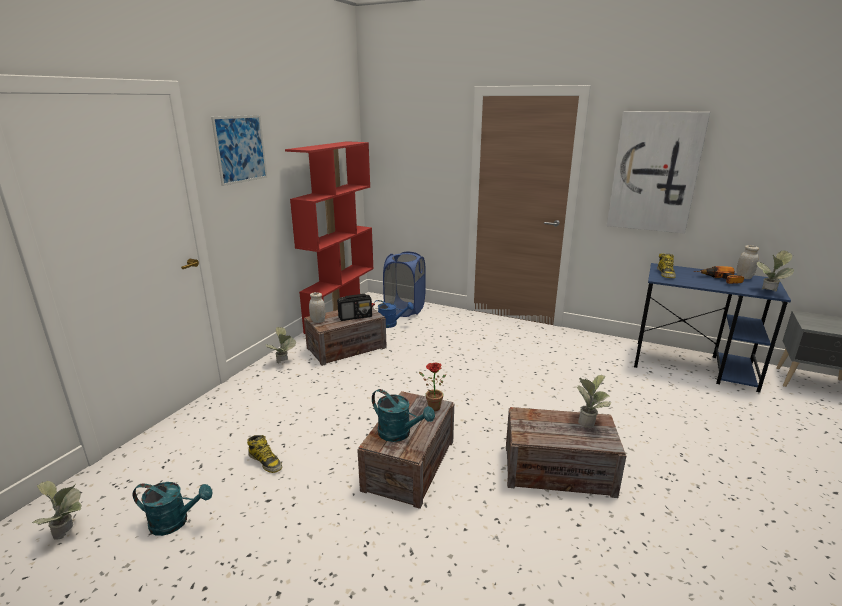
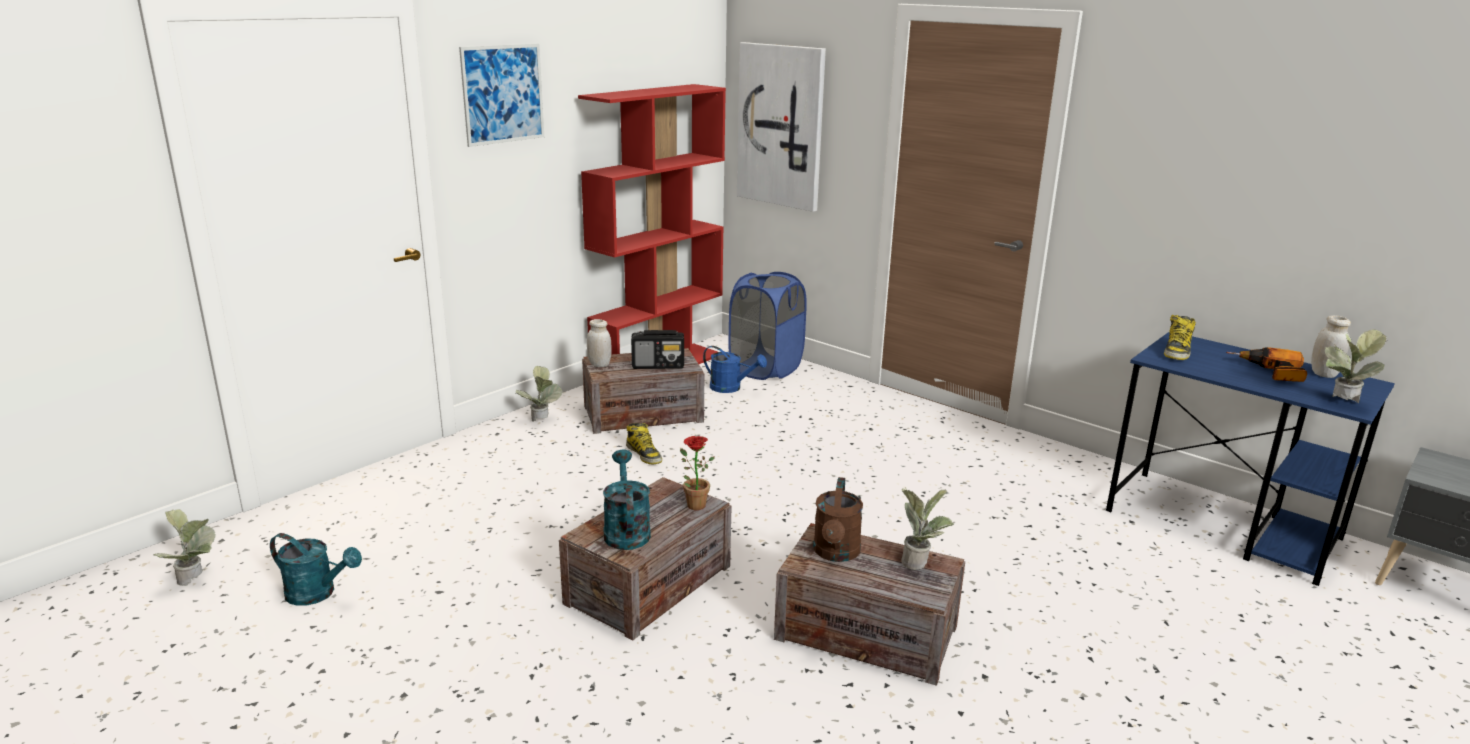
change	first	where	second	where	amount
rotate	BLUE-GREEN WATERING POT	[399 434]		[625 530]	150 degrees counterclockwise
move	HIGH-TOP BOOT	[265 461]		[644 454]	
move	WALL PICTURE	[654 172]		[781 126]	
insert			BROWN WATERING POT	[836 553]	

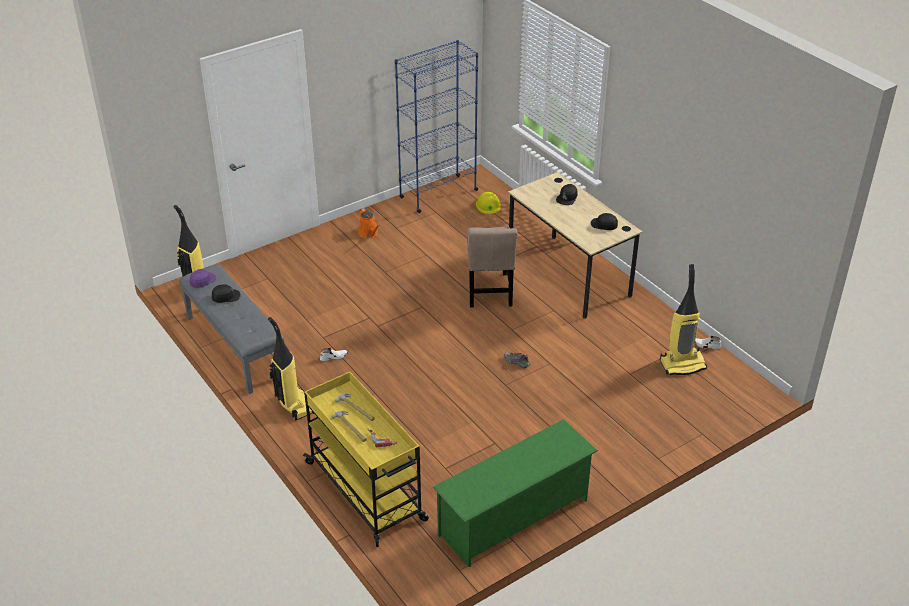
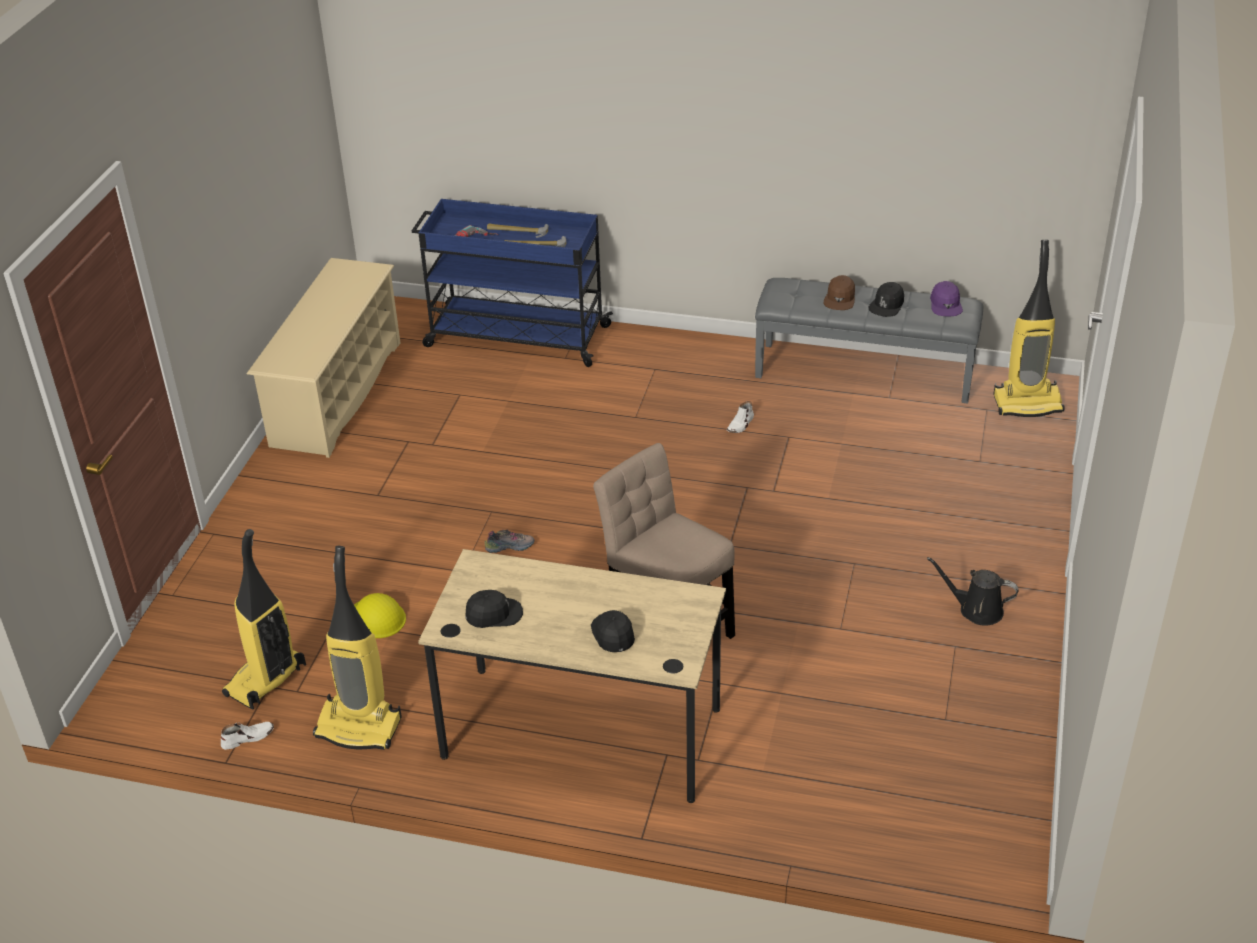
change	first	where	second	where	amount
recolor	GREEN-COLOURED SHOE RACK	[514 517]	SAND-COLOURED SHOE RACK	[336 393]	
move	VACUUM	[294 405]		[360 727]	
move	YELLOW WORK HELMET	[488 205]		[377 618]	
recolor	YELLOW WHEELED CART	[366 492]	BLUE WHEELED CART	[515 336]	
insert			BROWN PEAKED CAP	[840 298]	
recolor	ORANGE WATERING POT	[369 233]	BLACK-COLOURED WATERING POT	[976 610]	
delete	BLUE SHELVING UNIT	[438 194]			

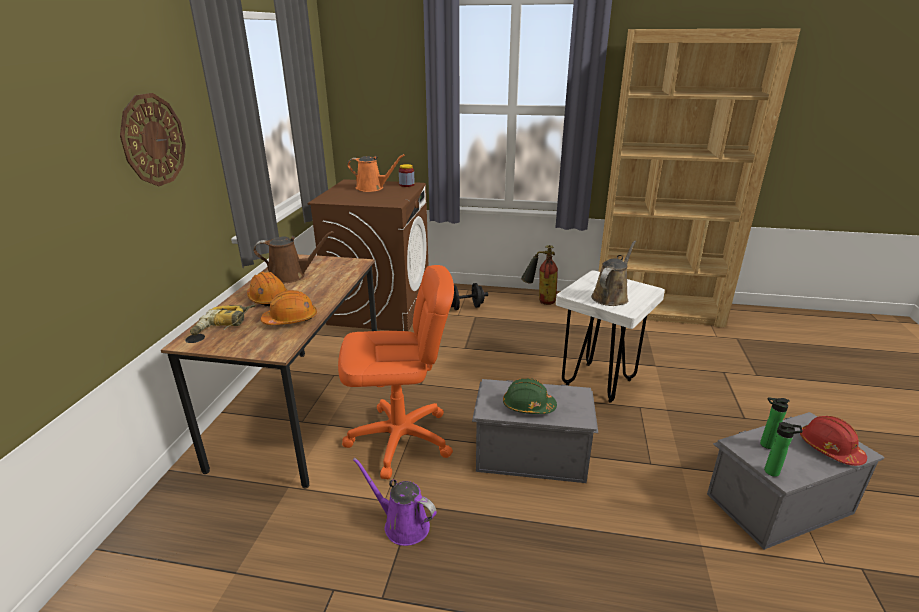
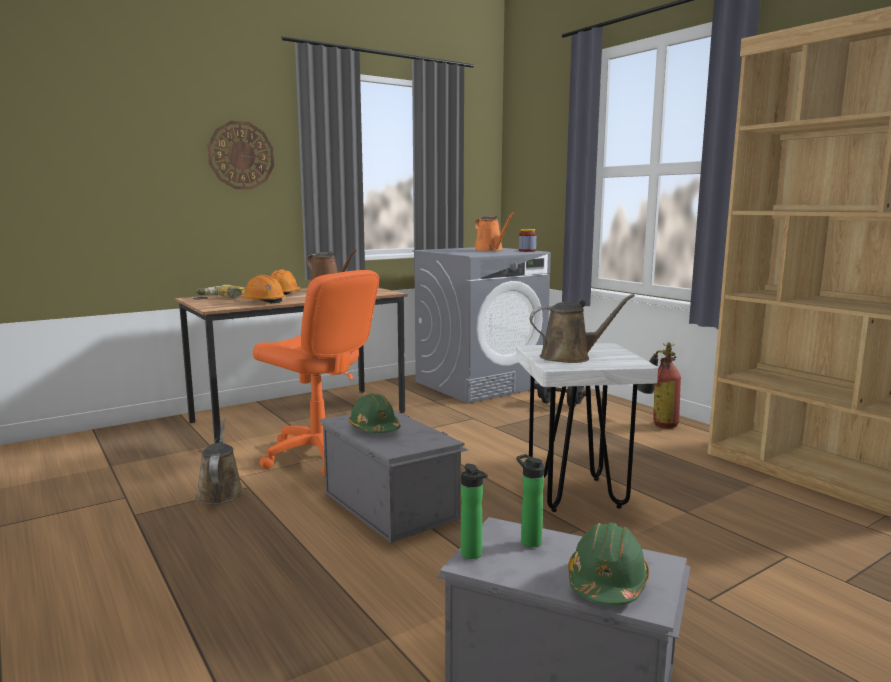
change	first	where	second	where	amount
recolor	PURPLE WATERING POT	[402 524]	BROWN WATERING POT	[220 492]	
recolor	BROWN LAUNDRY MACHINE	[380 307]	GREY LAUNDRY MACHINE	[480 384]	
recolor	REDDISH WORK HELMET	[829 449]	GREEN-COLOURED WORK HELMET	[607 583]	

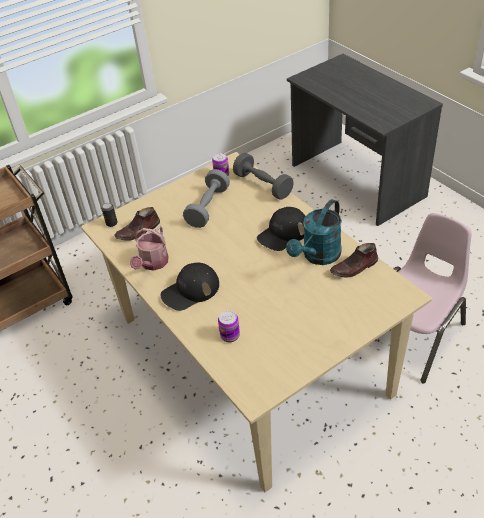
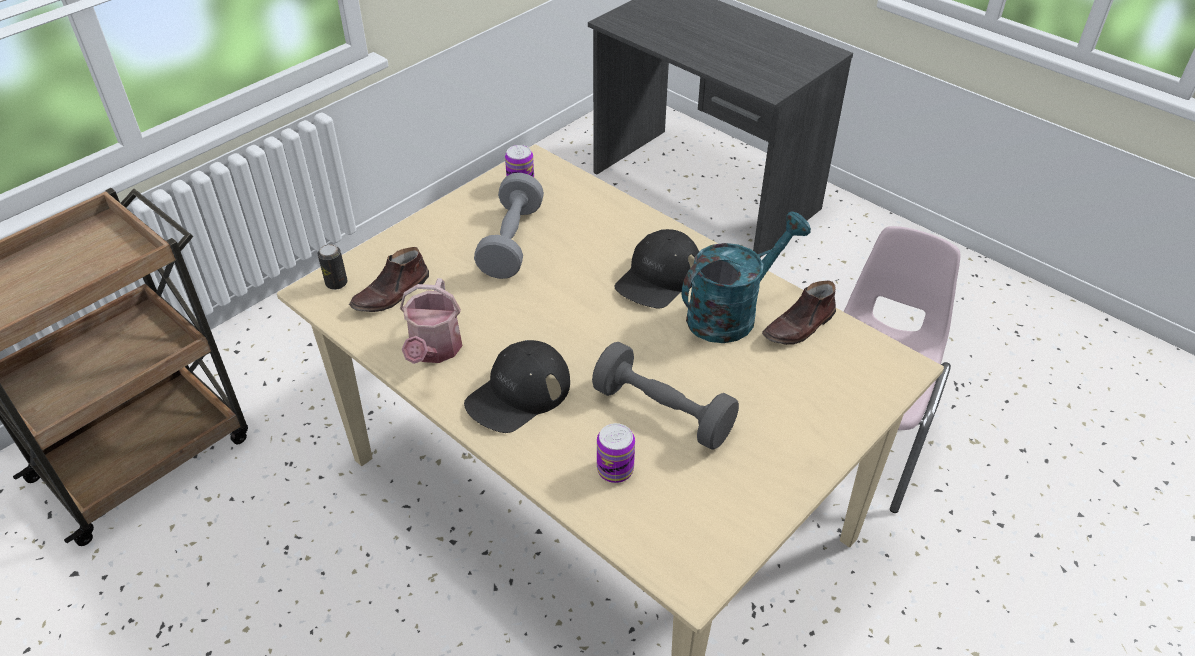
change	first	where	second	where	amount
move	GREY FREE WEIGHT	[263 185]		[663 412]	
rotate	BLUE-GREEN WATERING POT	[318 256]		[731 313]	150 degrees counterclockwise

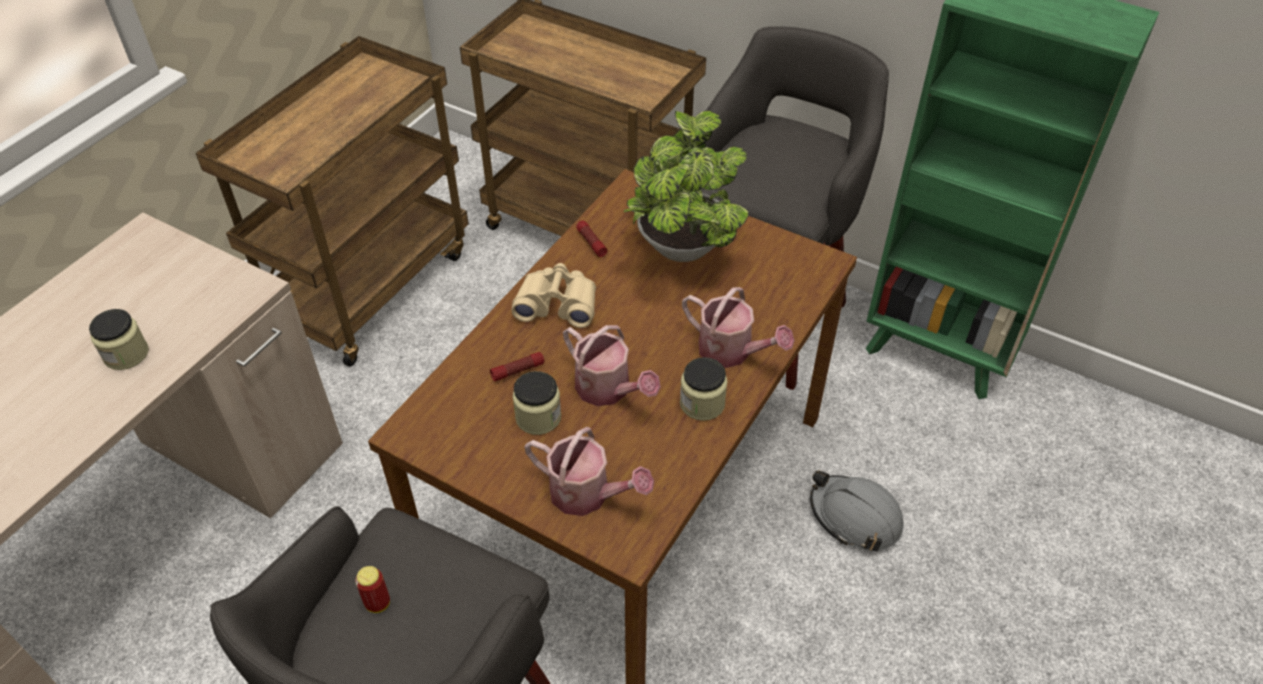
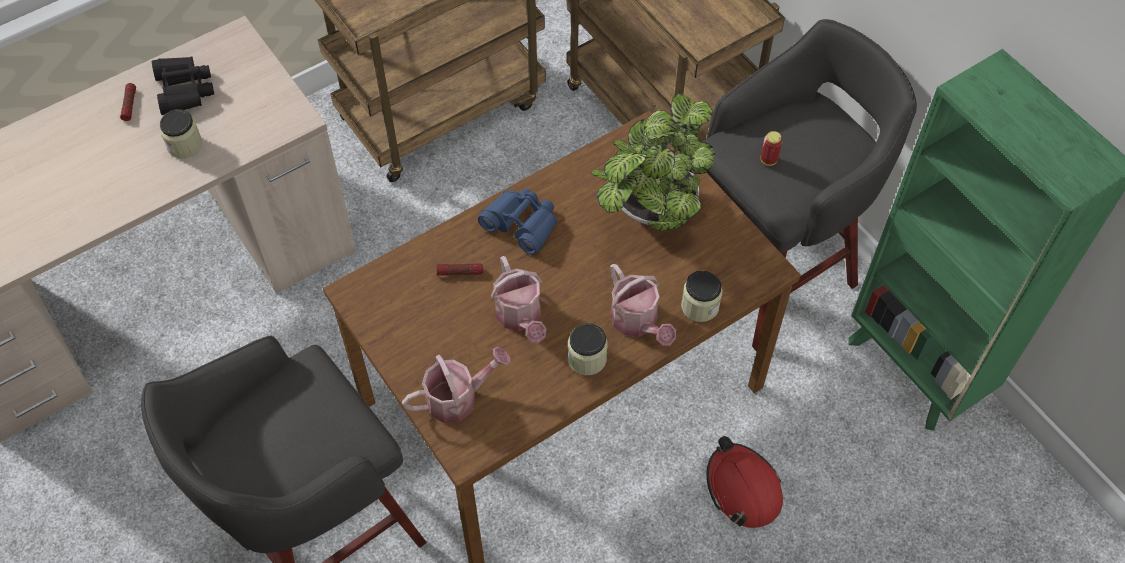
change	first	where	second	where	amount
move	HAND TORCH	[591 243]		[129 105]	
insert			BLACK-COLOURED BINOCULARS	[184 90]	
rotate	WATERING POT	[587 494]		[458 398]	75 degrees counterclockwise
recolor	SAND-COLOURED BINOCULARS	[557 304]	BLUE BINOCULARS	[521 224]	
move	STORAGE JAR	[538 417]		[700 306]	
recolor	GREY WORK HELMET	[855 517]	REDDISH WORK HELMET	[743 489]	
move	CAN	[377 603]		[768 160]	

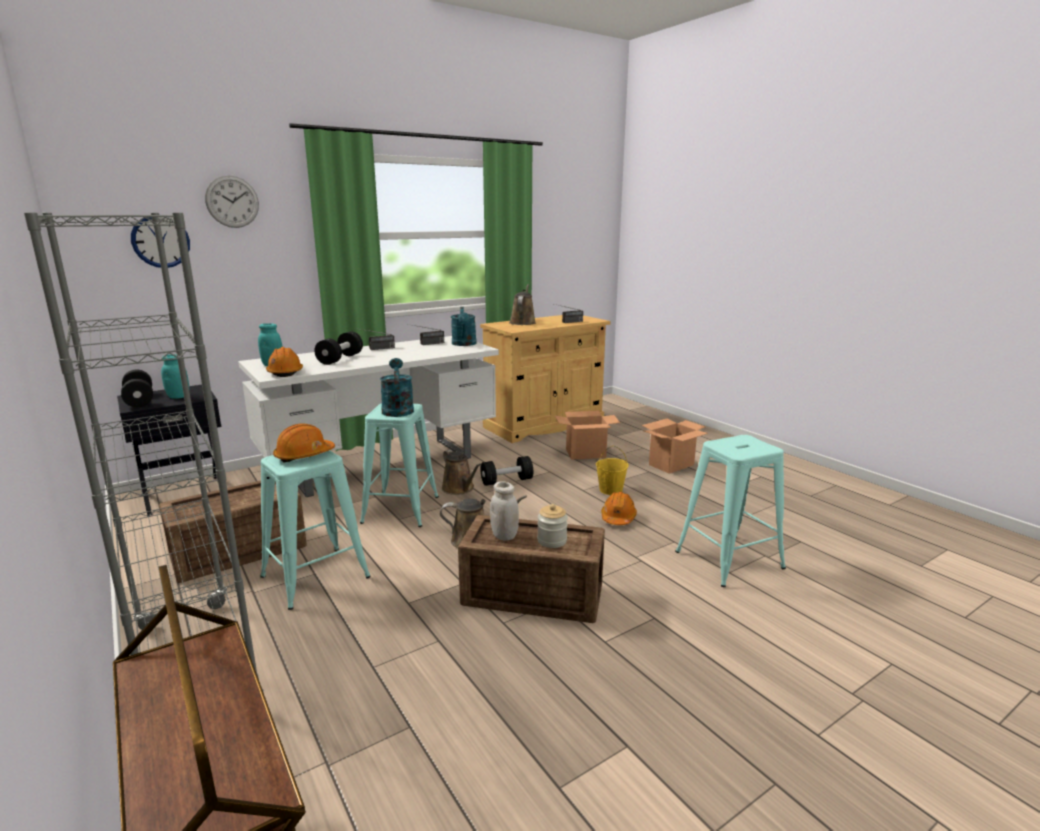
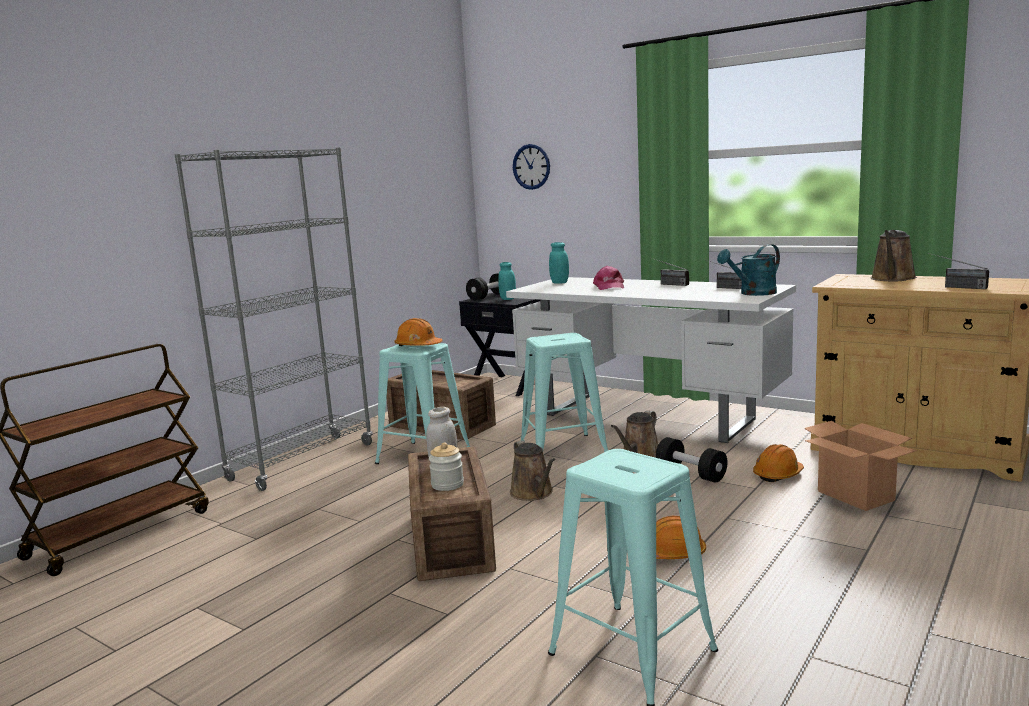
change	first	where	second	where	amount
replace	BLACK-COLOURED FREE WEIGHT	[340 359]	PINKISH PEAKED CAP	[608 286]	
move	ORANGE WORK HELMET	[285 372]		[778 475]	
rotate	BROWN WATERING POT	[523 322]		[892 279]	135 degrees clockwise
delete	CLOCK ON THE WALL	[232 201]			
delete	BLUE-GREEN WATERING POT	[397 409]			
delete	YELLOW PAIL	[610 490]			
delete	PACKING BOX	[671 464]			

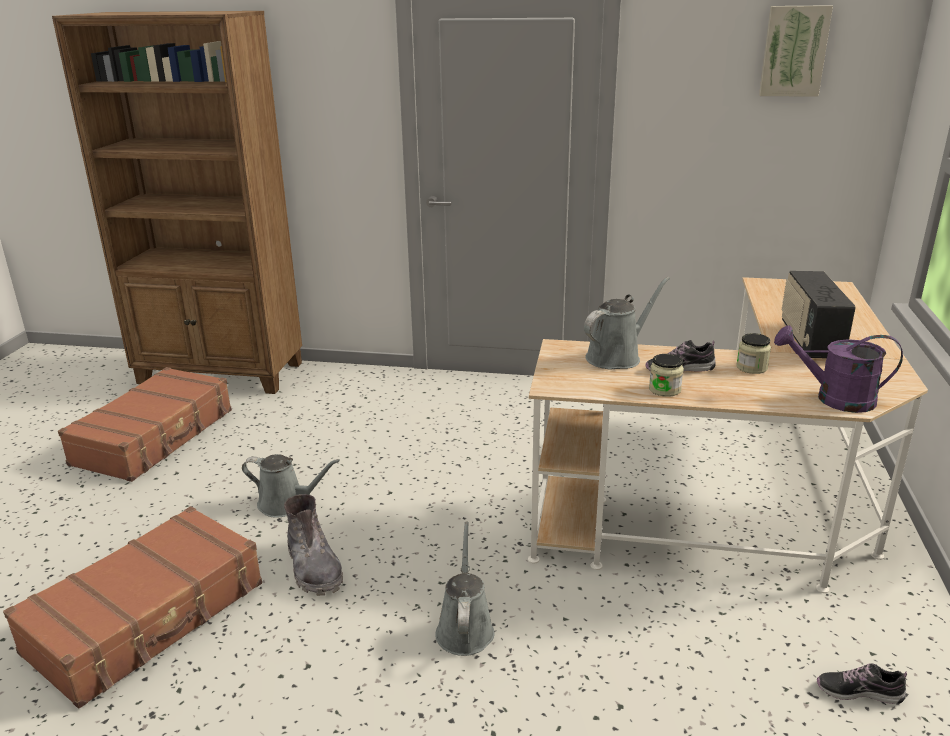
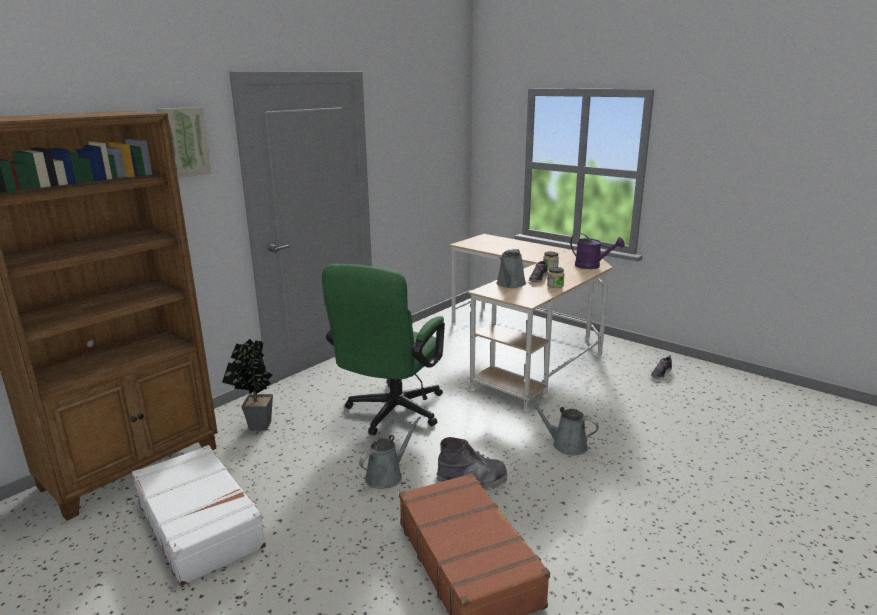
change	first	where	second	where	amount
recolor	BROWN TRAVEL CASE	[155 437]	WHITE-COLOURED TRAVEL CASE	[200 523]	
move	WALL PICTURE	[794 51]		[183 142]	
insert			HOUSEPLANT	[257 427]	
insert			GREEN-COLOURED OFFICE CHAIR	[391 414]	
rotate	GREY WATERING POT	[617 357]		[510 284]	150 degrees counterclockwise
rotate	PURPLE WATERING POT	[834 399]		[592 266]	105 degrees counterclockwise
delete	RADIO	[809 341]			

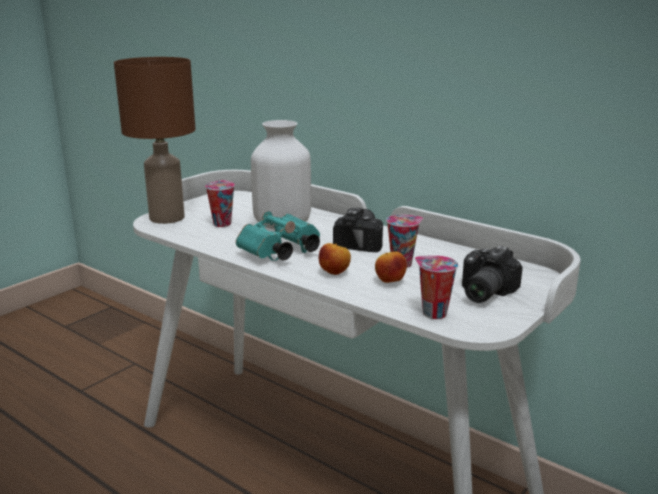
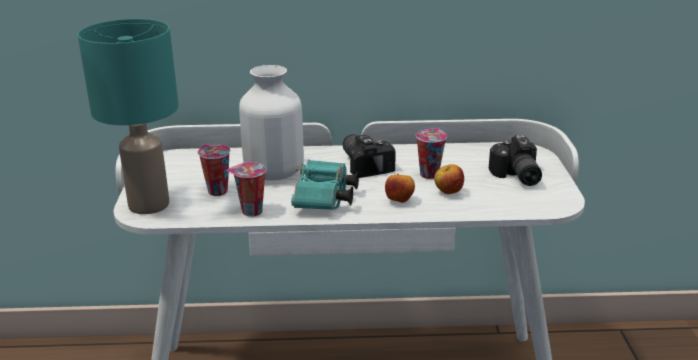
change	first	where	second	where	amount
recolor	BROWN TABLETOP LAMP	[166 218]	BLUE-GREEN TABLETOP LAMP	[149 205]	
move	SMALL CUP	[432 313]		[250 212]	

